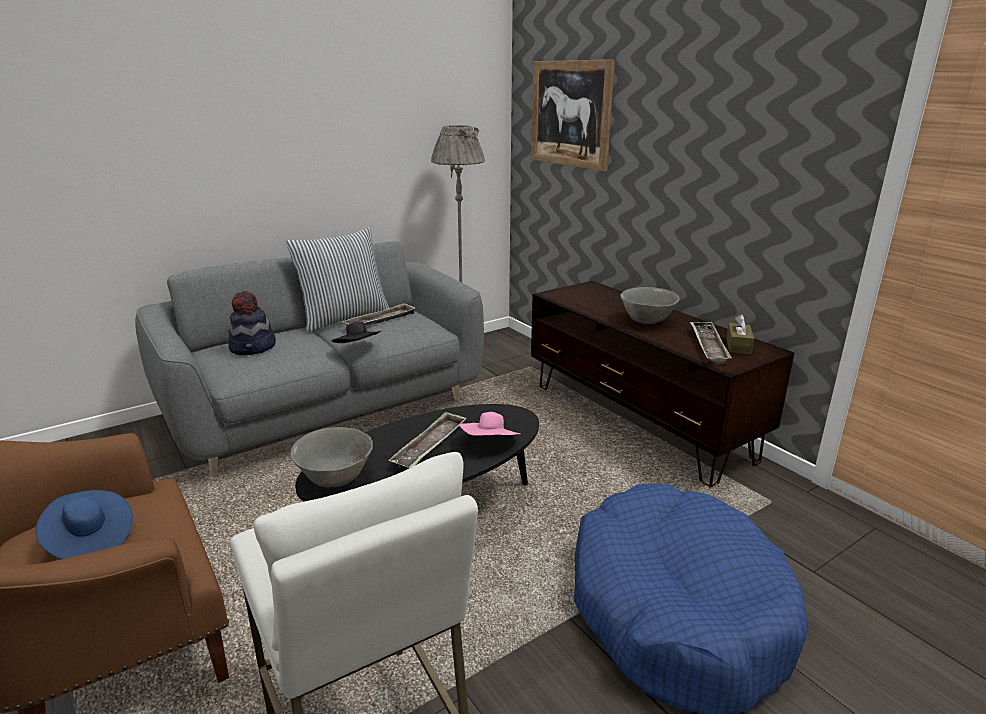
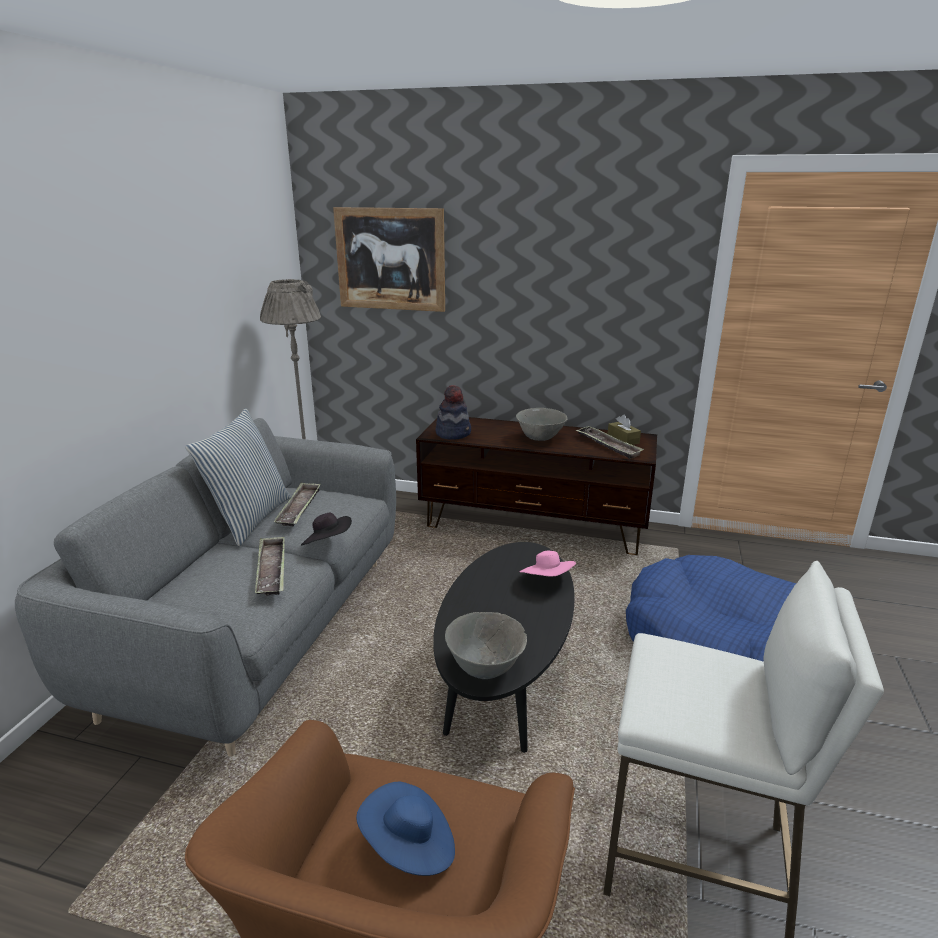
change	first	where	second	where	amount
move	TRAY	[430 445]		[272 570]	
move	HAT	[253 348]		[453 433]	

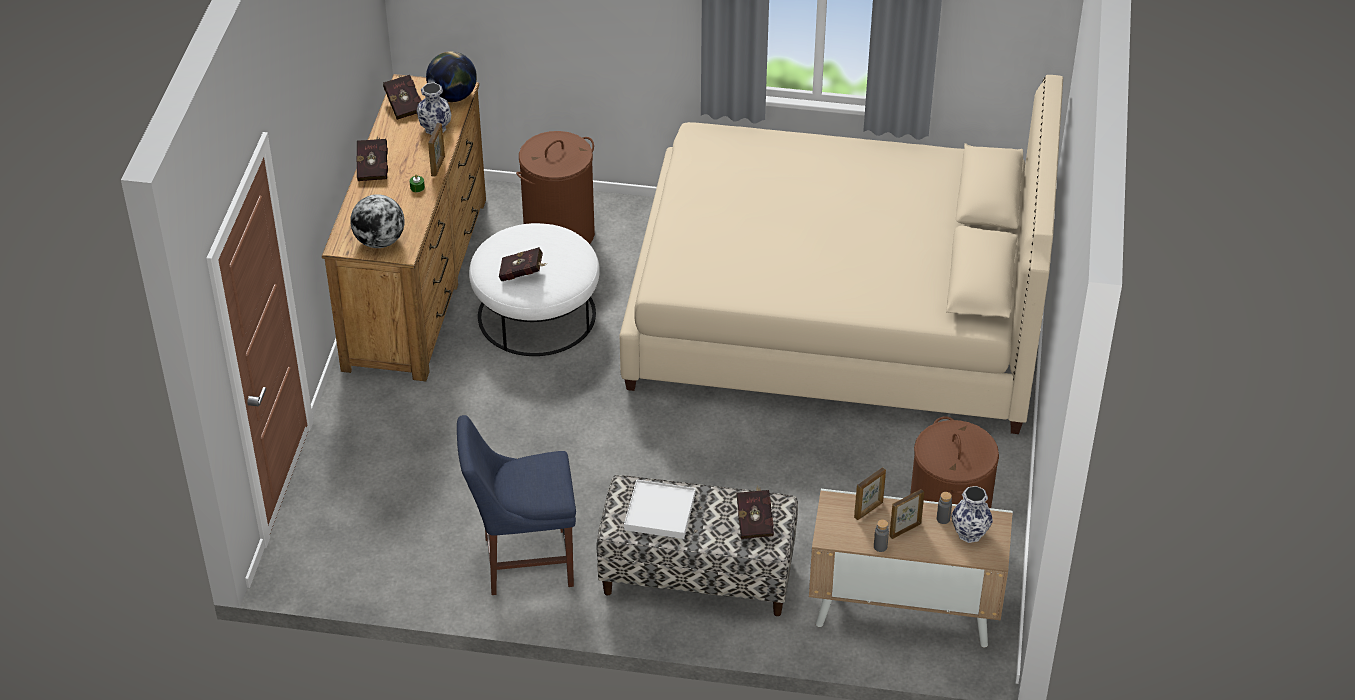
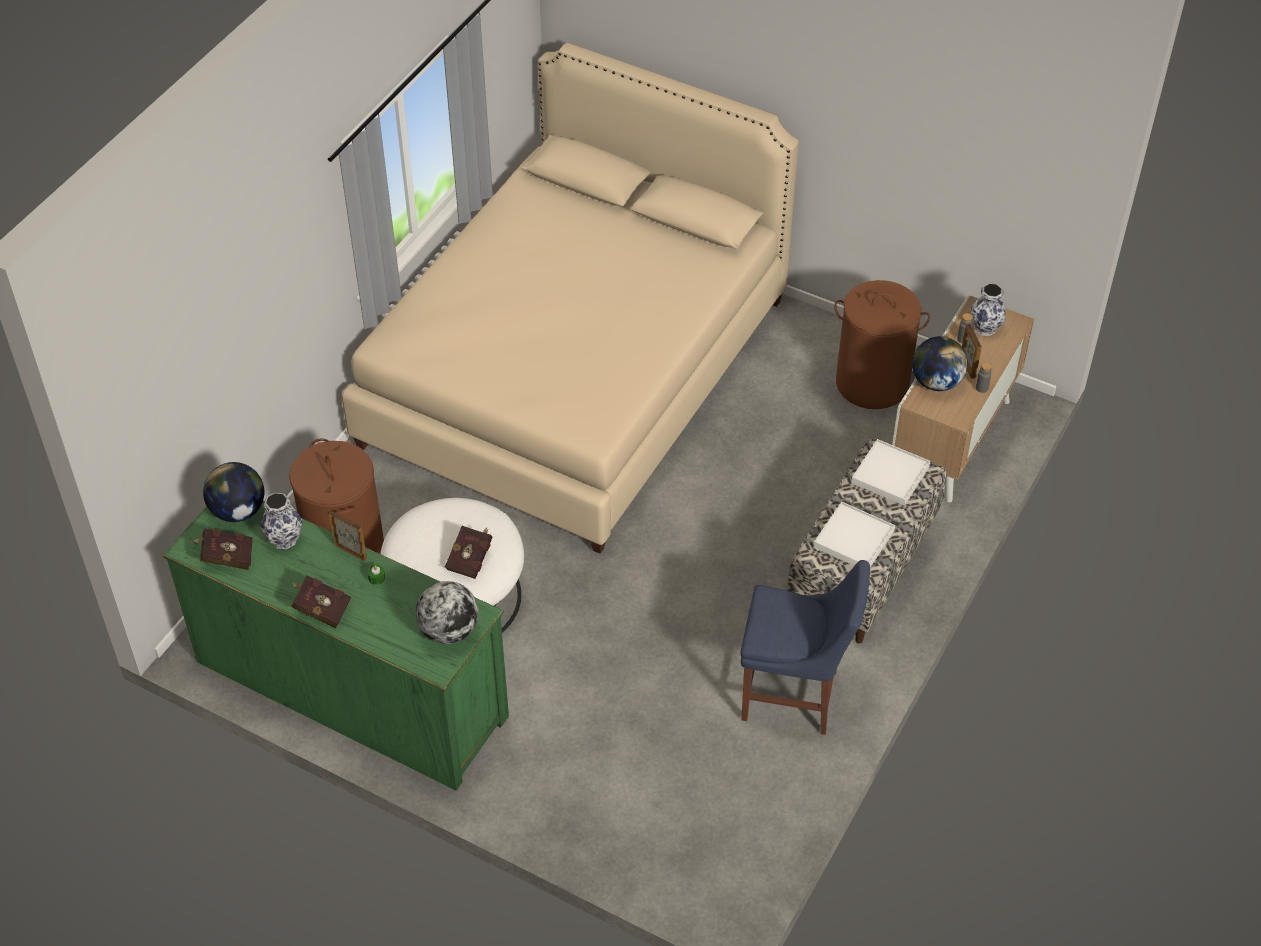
change	first	where	second	where	amount
recolor	BROWN DRAWER CHEST	[416 282]	GREEN-COLOURED DRAWER CHEST	[351 688]	
rotate	BLUE PLAIN CHAIR	[523 561]		[795 696]	90 degrees counterclockwise
replace	REDDISH BOUND BOOK	[755 521]	WHITE-COLOURED TRAY	[890 475]	
replace	PHOTO FRAME	[869 510]	WORLD GLOBE	[936 382]	

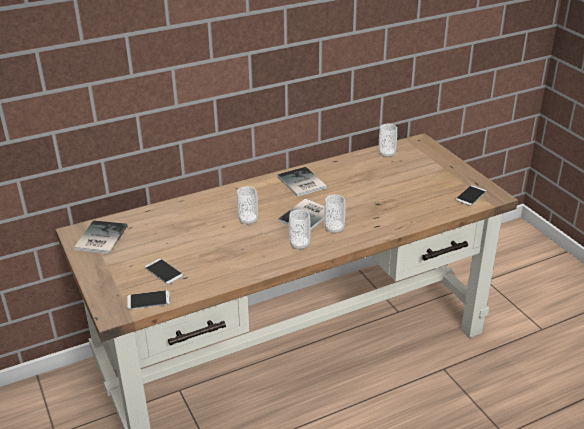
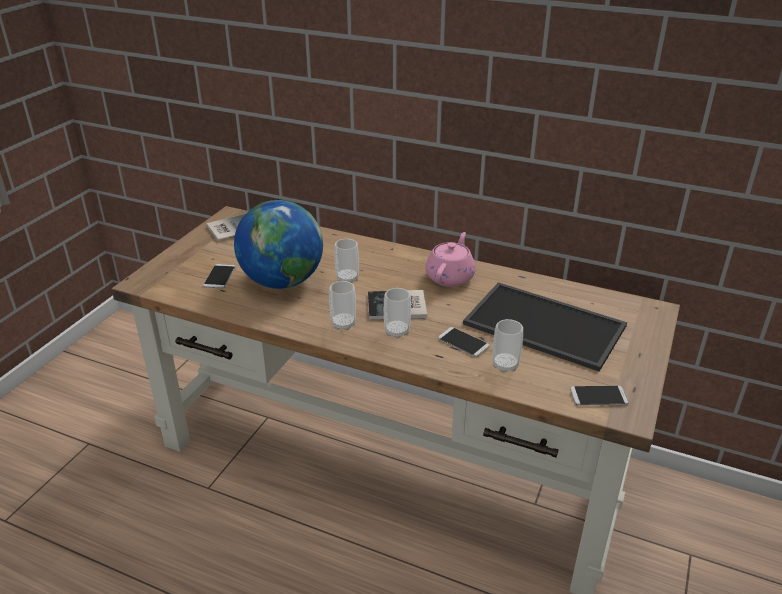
change	first	where	second	where	amount
insert			WORLD GLOBE	[282 281]	
replace	BOUND BOOK	[301 183]	PINKISH TEAPOT	[450 277]	
move	TELEPHONE	[148 300]		[463 342]	
insert			TRAY	[542 326]	
move	SMALL CUP	[386 154]		[505 365]	

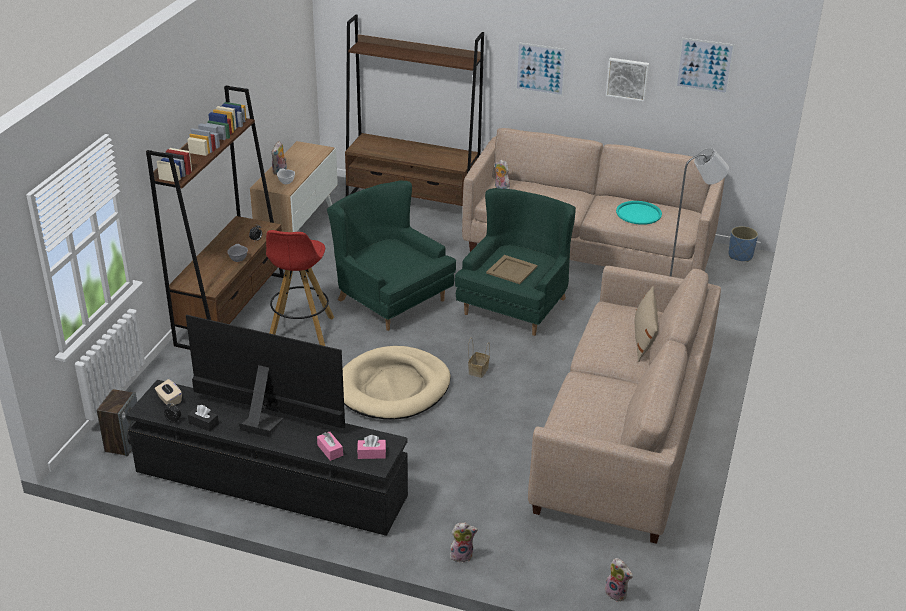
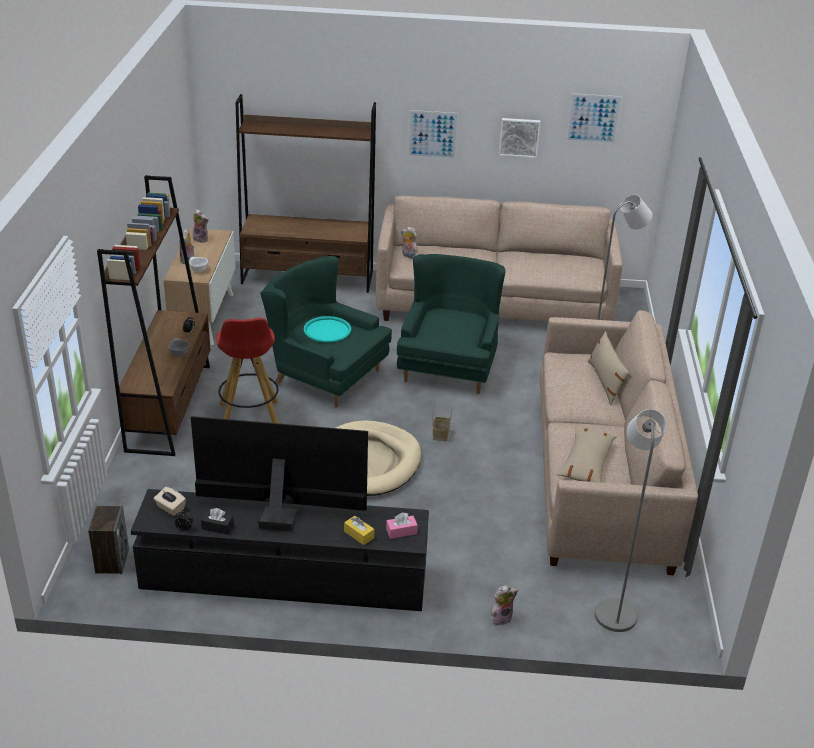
change	first	where	second	where	amount
move	CUDDLY TOY	[617 593]		[201 239]	
move	BLUE-GREEN TRAY	[638 213]		[327 330]	
recolor	PINKISH TISSUE BOX	[330 450]	YELLOW TISSUE BOX	[359 534]	
insert			SAND-COLOURED THROW PILLOW	[586 463]	
insert			GREY STANDARD LAMP	[614 610]	
delete	SAND-COLOURED TRAY	[511 270]			
delete	BLUE PLANT POT	[740 256]			

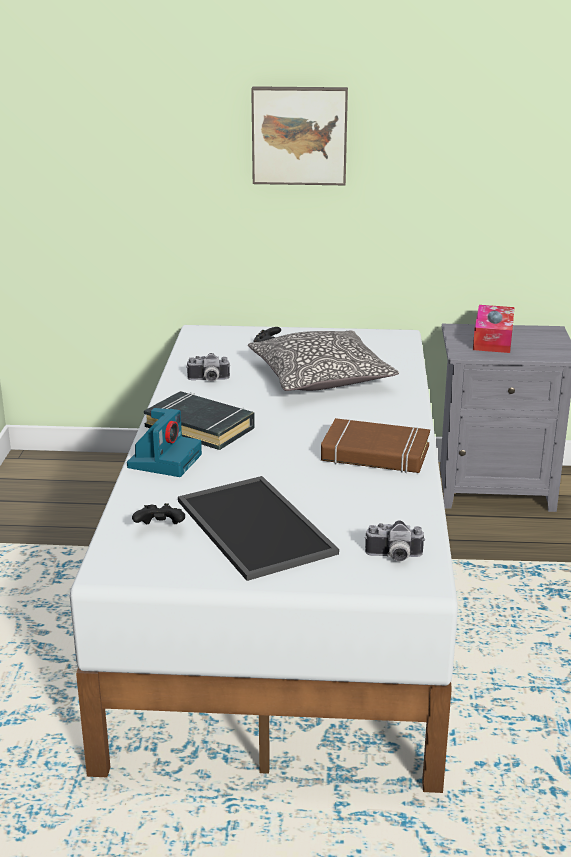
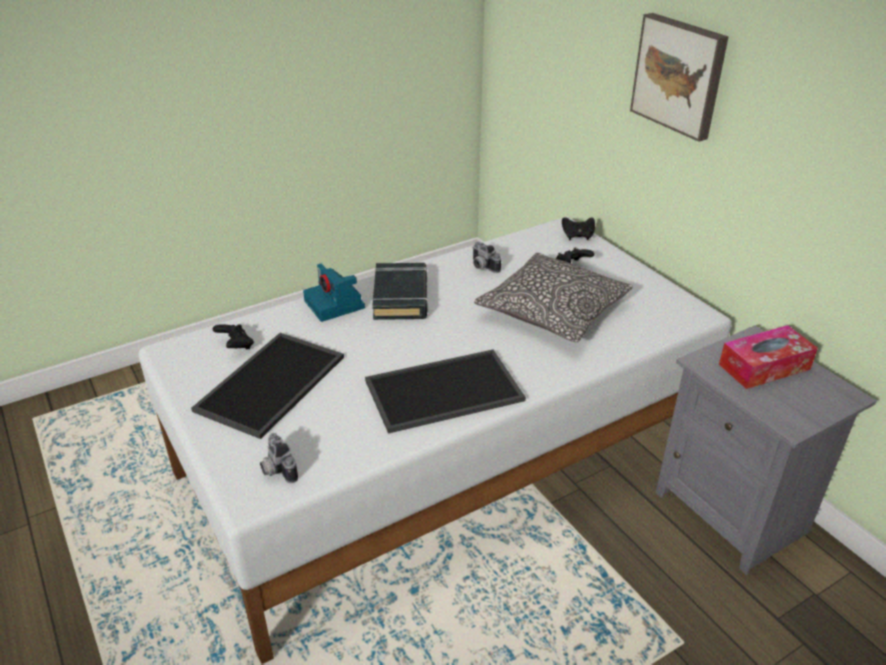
change	first	where	second	where	amount
rotate	STILL CAMERA	[165 460]		[335 305]	75 degrees clockwise
replace	BROWN BOUND BOOK	[375 454]	TRAY	[443 392]	
insert			BLACK-COLOURED JOYPAD	[577 236]	

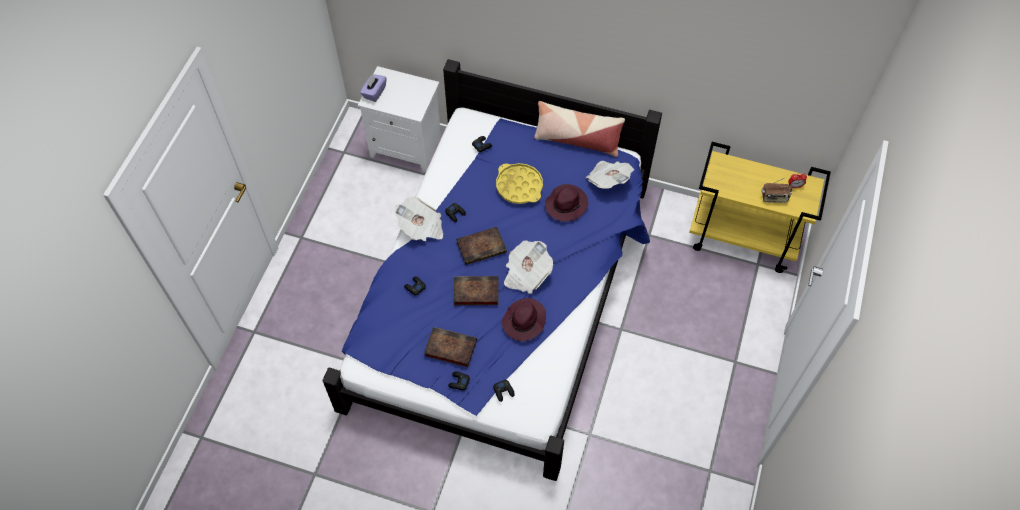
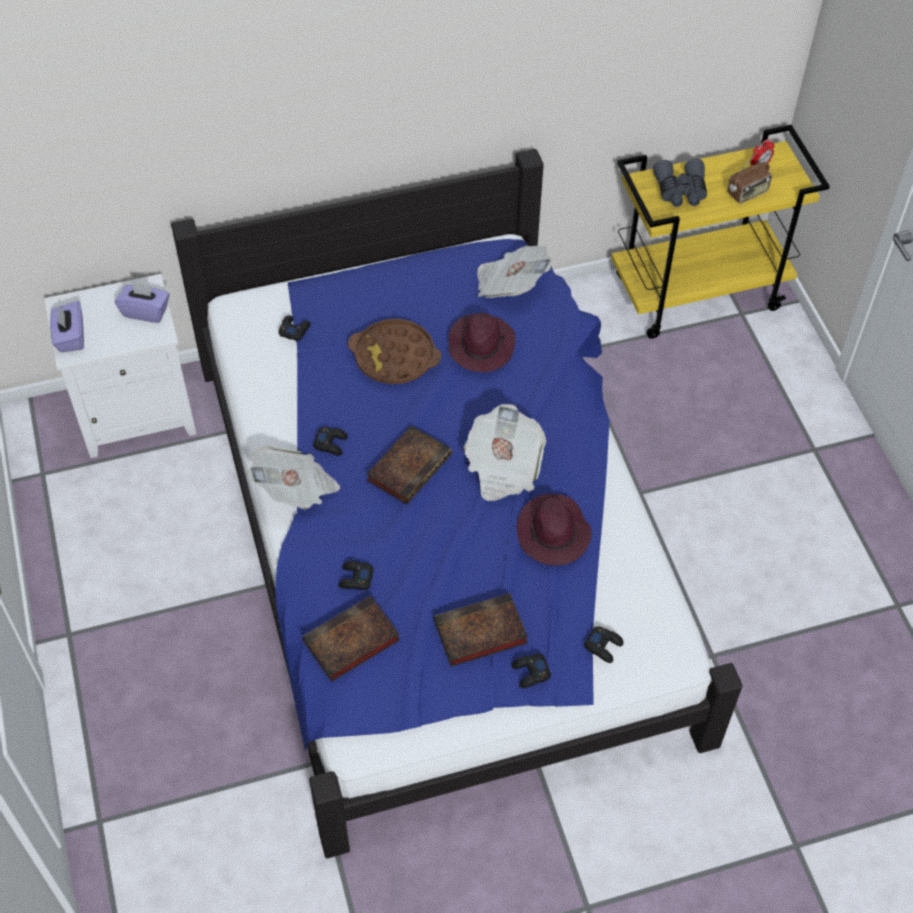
change	first	where	second	where	amount
insert			PURPLE TISSUE BOX	[146 311]	
move	BOUND BOOK	[475 292]		[350 643]	
recolor	YELLOW TRAY	[519 186]	BROWN TRAY	[394 357]	
insert			GREY BINOCULARS	[680 191]	
delete	THROW PILLOW	[577 140]			

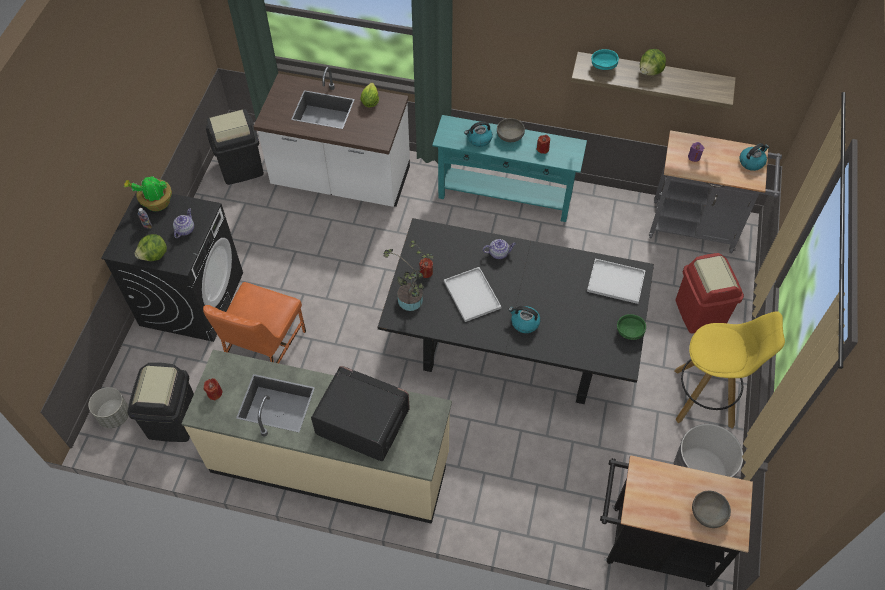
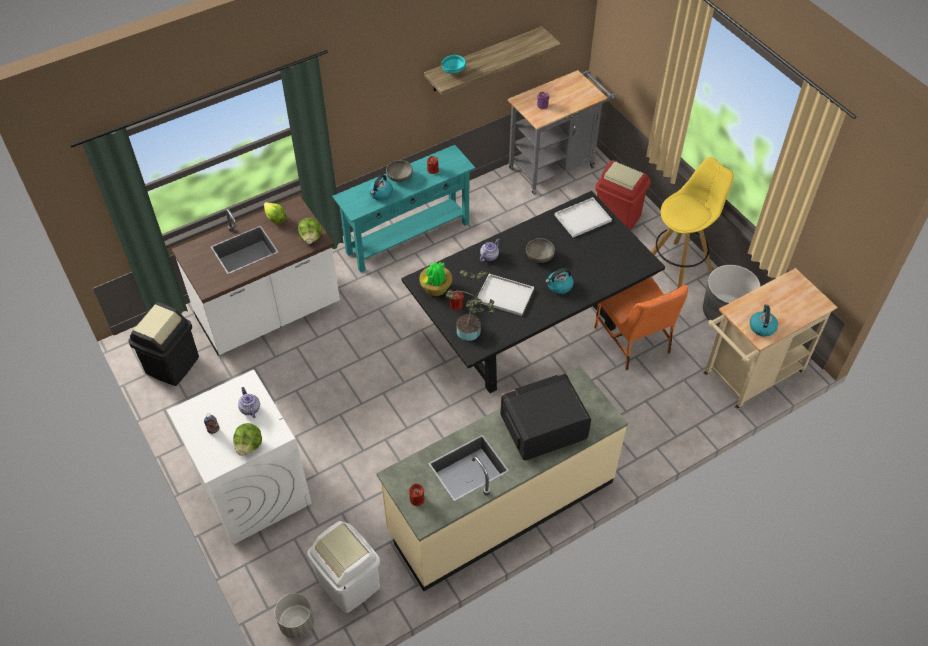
change	first	where	second	where	amount
recolor	BLACK-COLOURED LAUNDRY MACHINE	[192 298]	WHITE-COLOURED LAUNDRY MACHINE	[253 489]	
move	LETTUCE	[650 71]		[311 238]	
recolor	BLACK-COLOURED RUBBISH BIN	[173 420]	WHITE-COLOURED RUBBISH BIN	[349 583]	
move	HOUSEPLANT	[156 203]		[435 289]	
move	GREY SERVING BOWL	[708 513]		[539 256]	
move	ORANGE PLAIN CHAIR	[264 349]		[633 341]	
recolor	BLACK-COLOURED WHEELED CART	[652 545]	SAND-COLOURED WHEELED CART	[748 376]	
move	TEA KETTLE	[751 162]		[762 327]	
delete	GREEN-COLOURED SERVING BOWL	[629 331]			

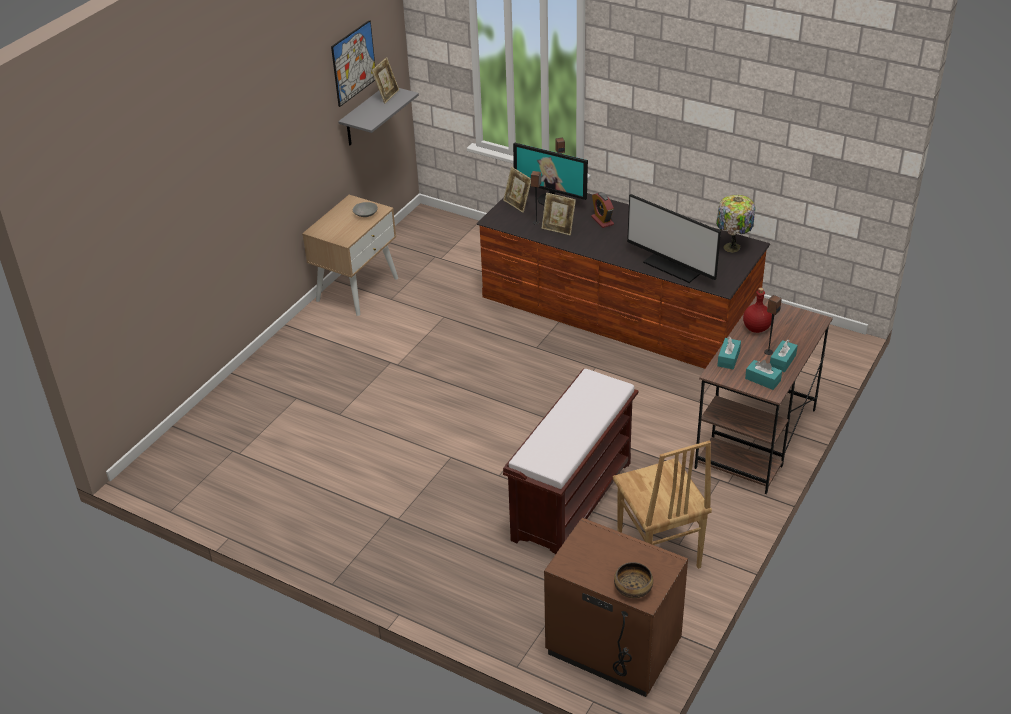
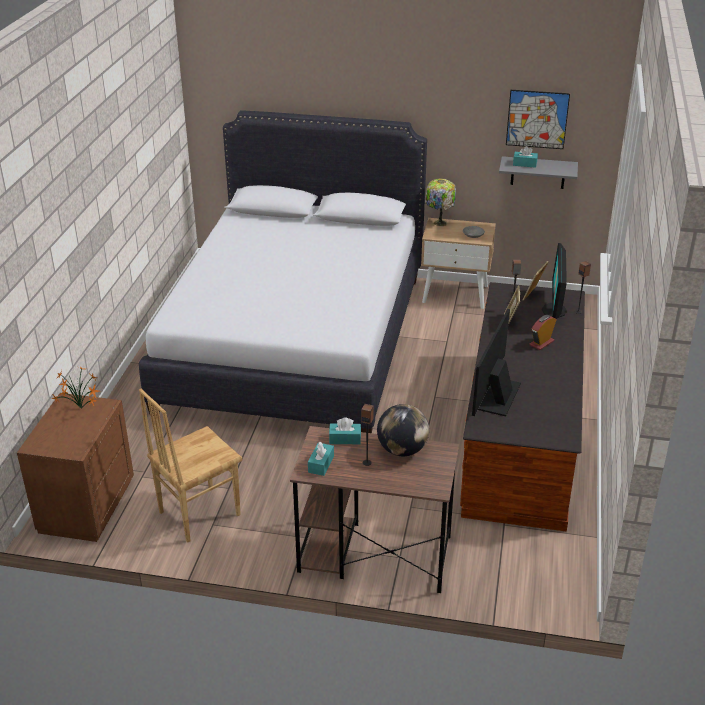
change	first	where	second	where	amount
insert			HOUSEPLANT	[82 409]	
insert			WHITE-COLOURED BEDROOM BED	[295 341]	
replace	REDDISH BOTTLE	[756 328]	WORLD GLOBE	[402 450]	
move	TABLETOP LAMP	[732 248]		[439 223]	
move	BLUE-GREEN TISSUE BOX	[782 361]		[524 164]	
delete	PHOTO FRAME	[387 95]			
delete	BROWN LONG SEAT	[572 499]			
delete	SERVING BOWL	[633 588]			

